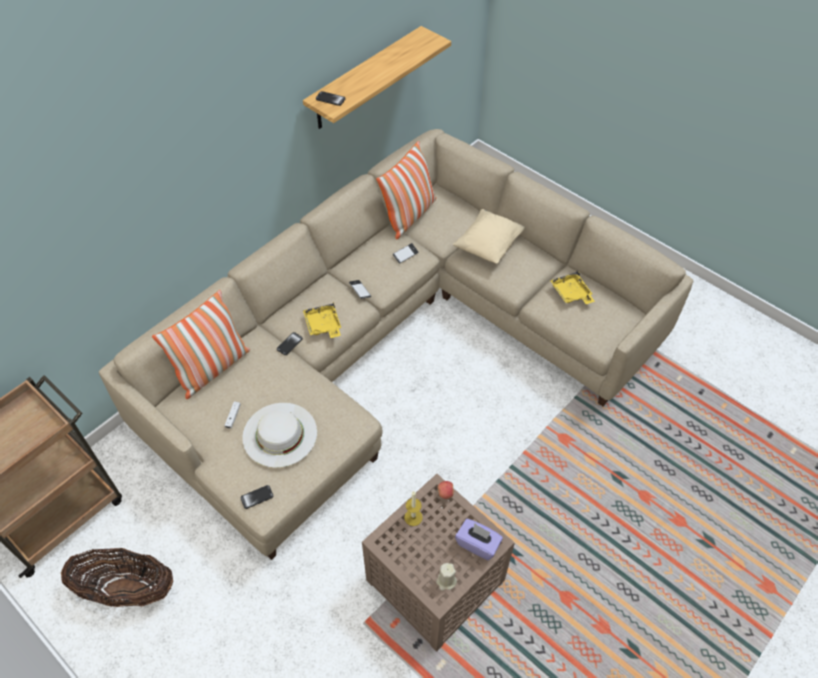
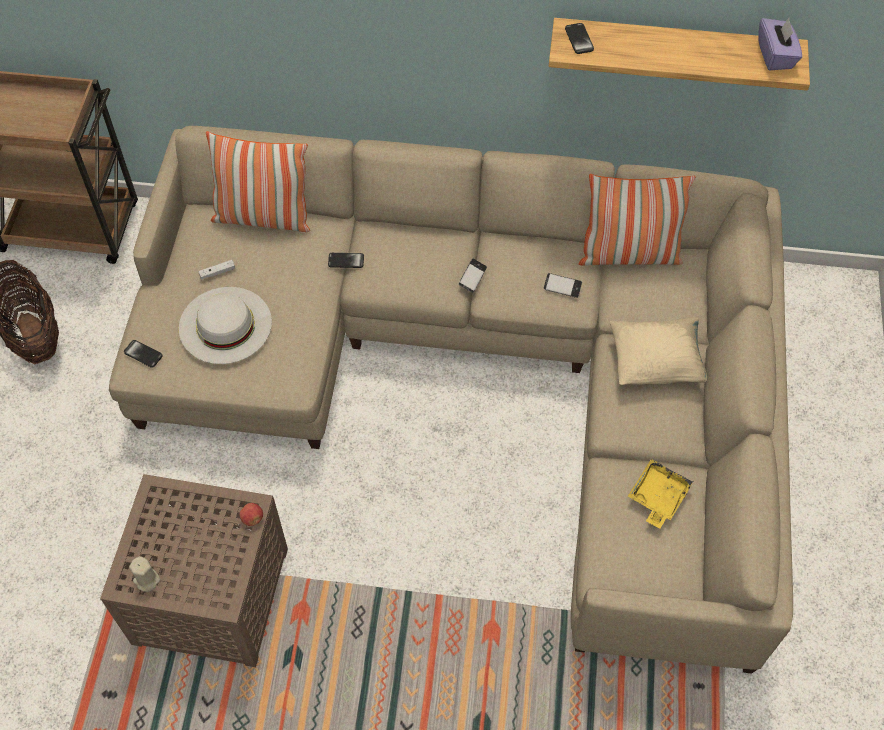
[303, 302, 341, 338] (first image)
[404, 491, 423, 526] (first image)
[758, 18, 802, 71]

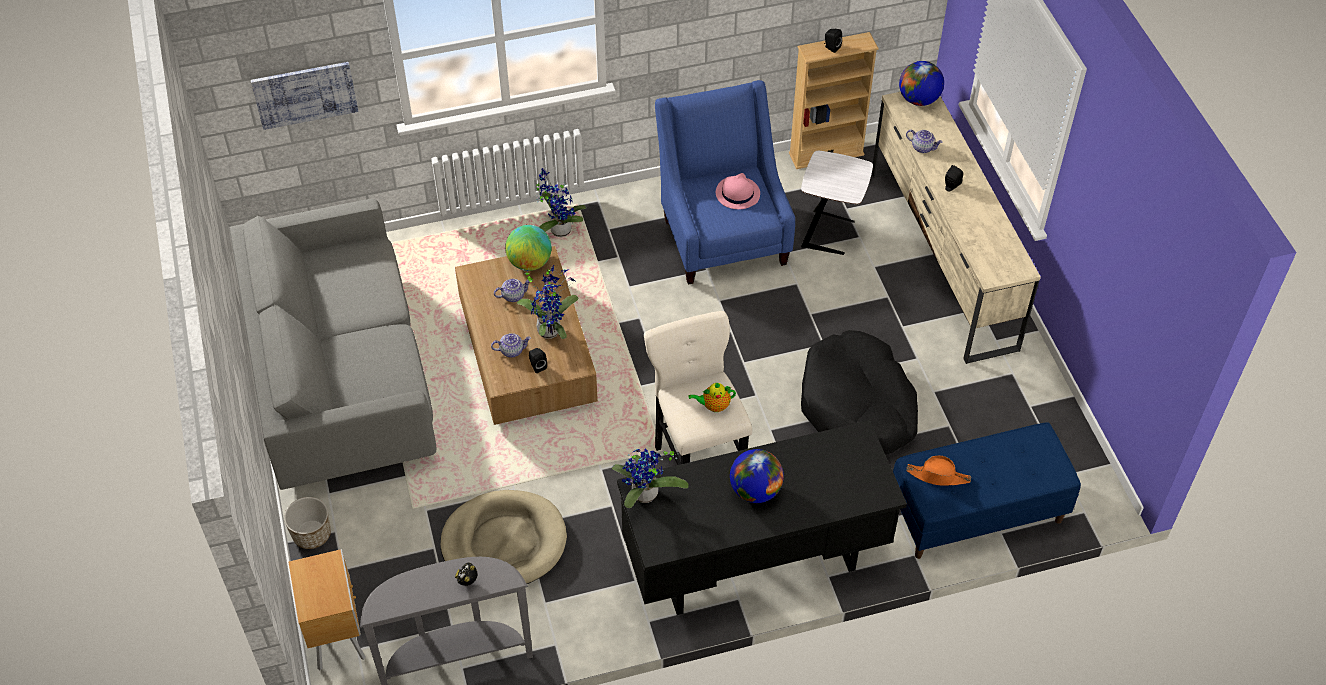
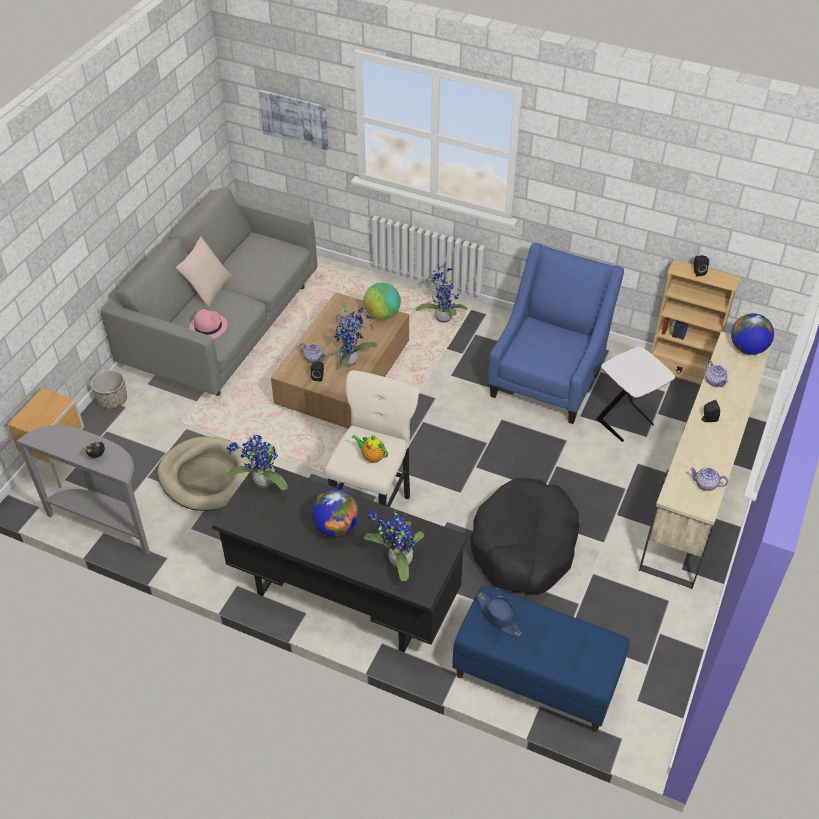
[189, 309, 228, 339]
[476, 592, 522, 637]
[176, 237, 232, 307]
[690, 467, 728, 491]
[364, 509, 424, 581]

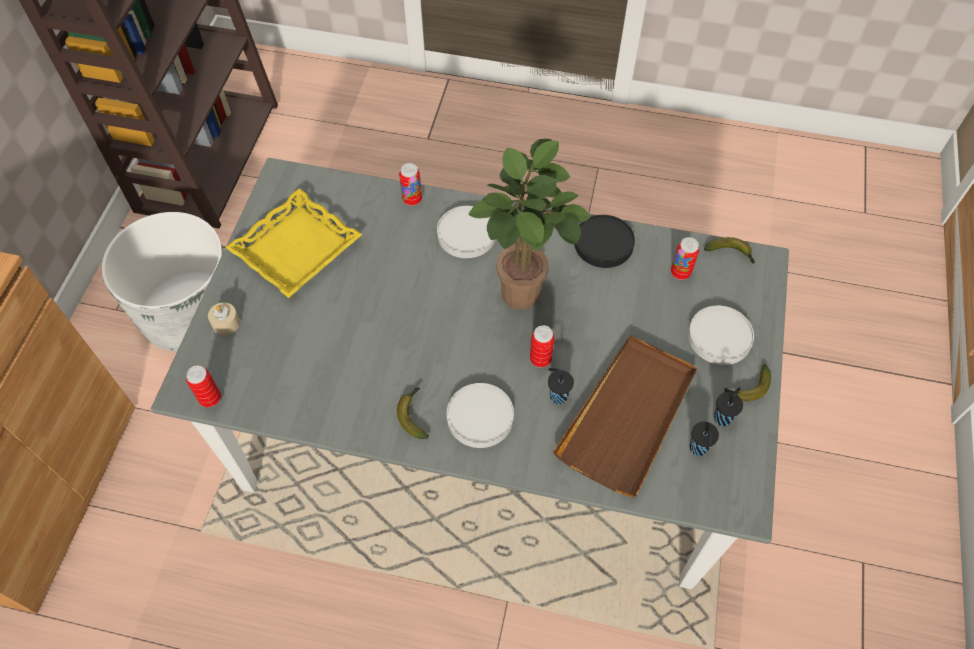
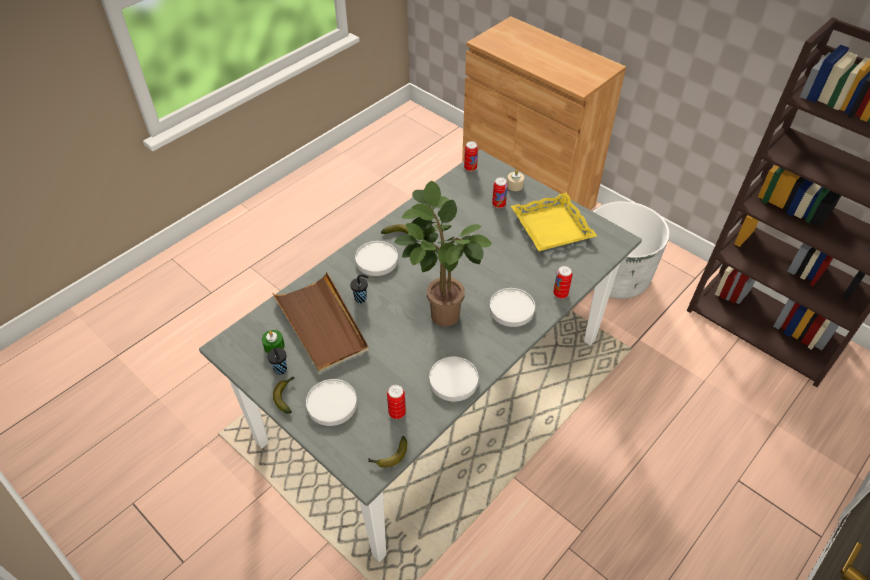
[429, 357, 478, 401]
[492, 177, 508, 208]
[262, 330, 285, 353]

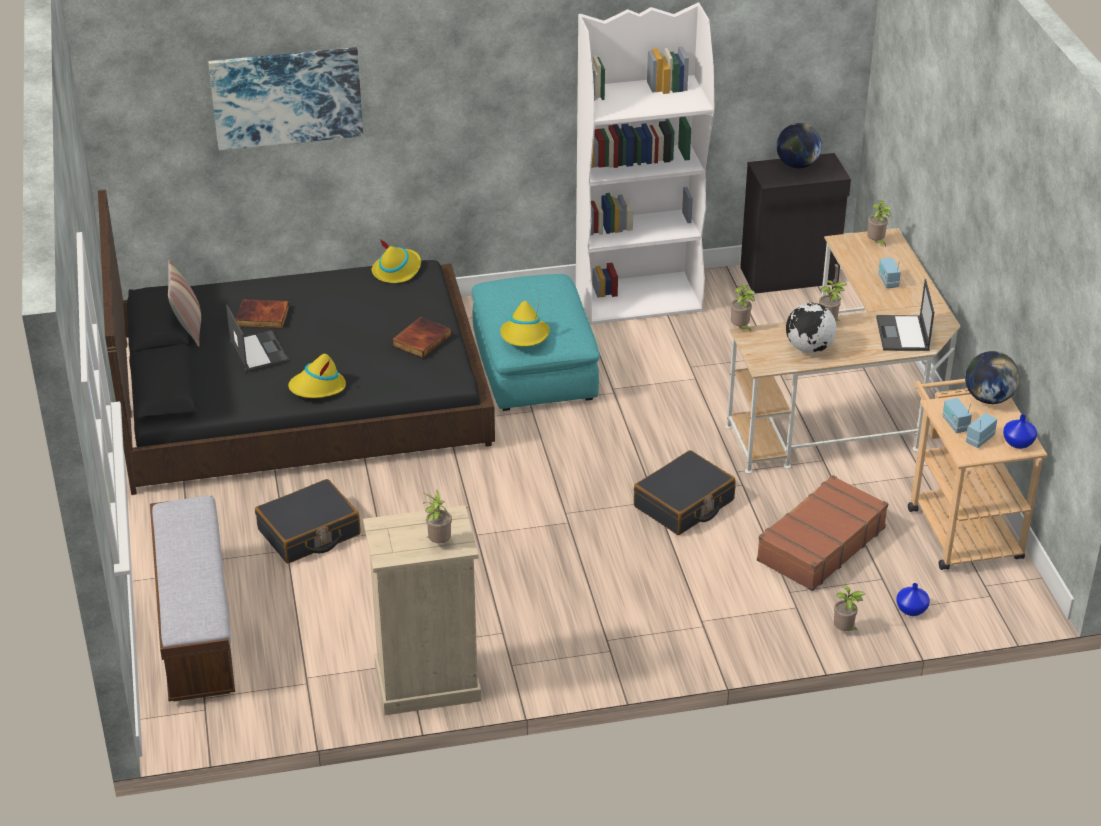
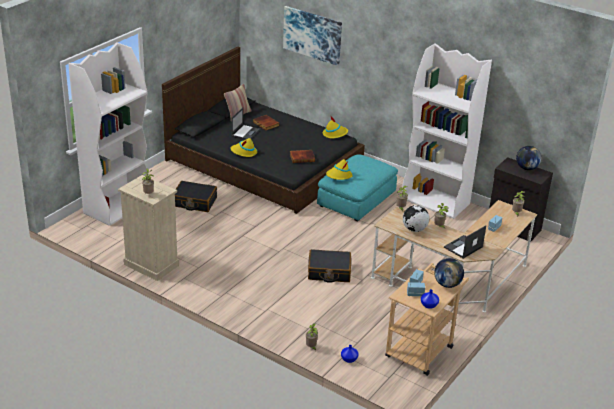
[757, 475, 888, 591] (first image)
[68, 42, 149, 226]

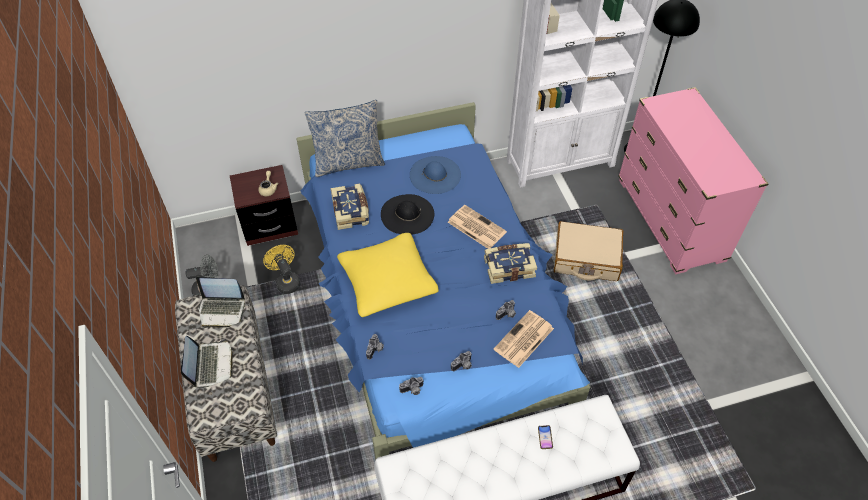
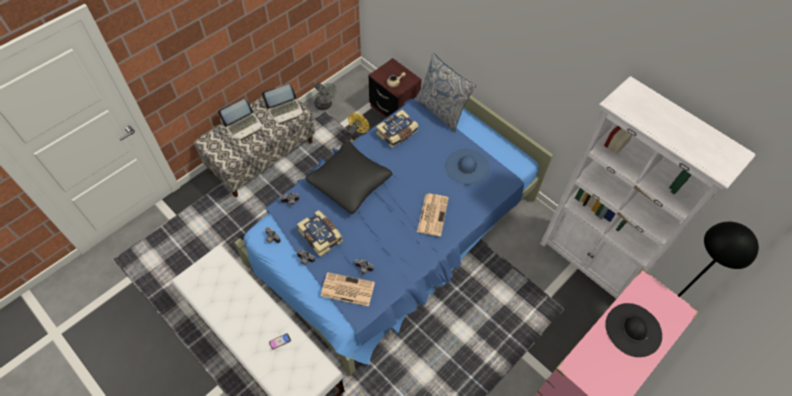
[605, 303, 662, 357]
[553, 221, 623, 281] (first image)
[305, 142, 392, 214]
[297, 210, 343, 257]
[262, 84, 305, 124]

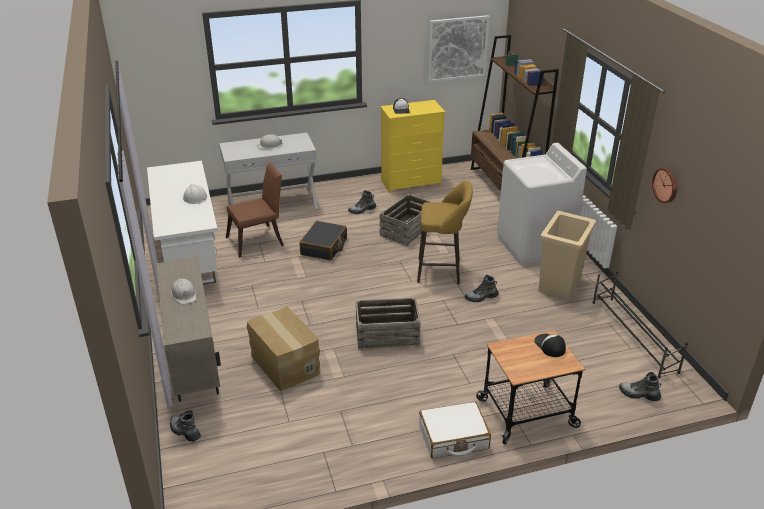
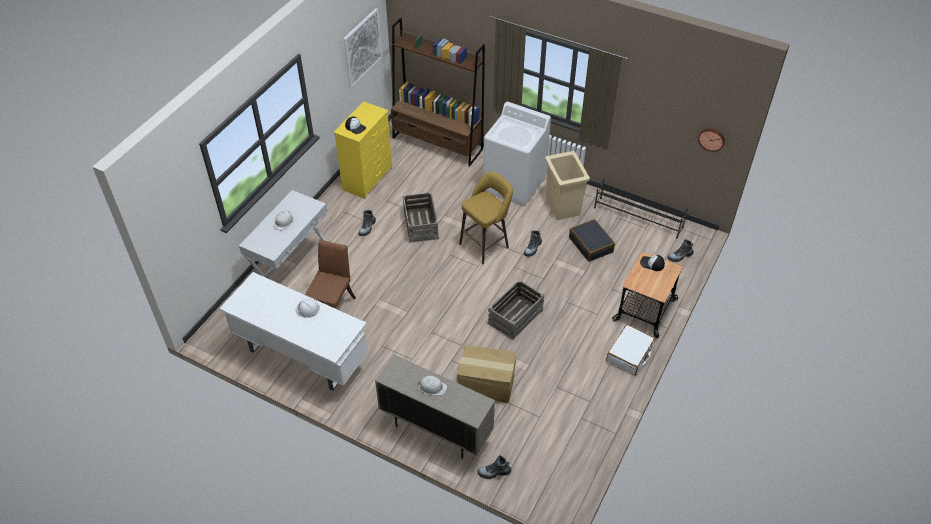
[698, 128, 725, 152]
[569, 219, 615, 262]

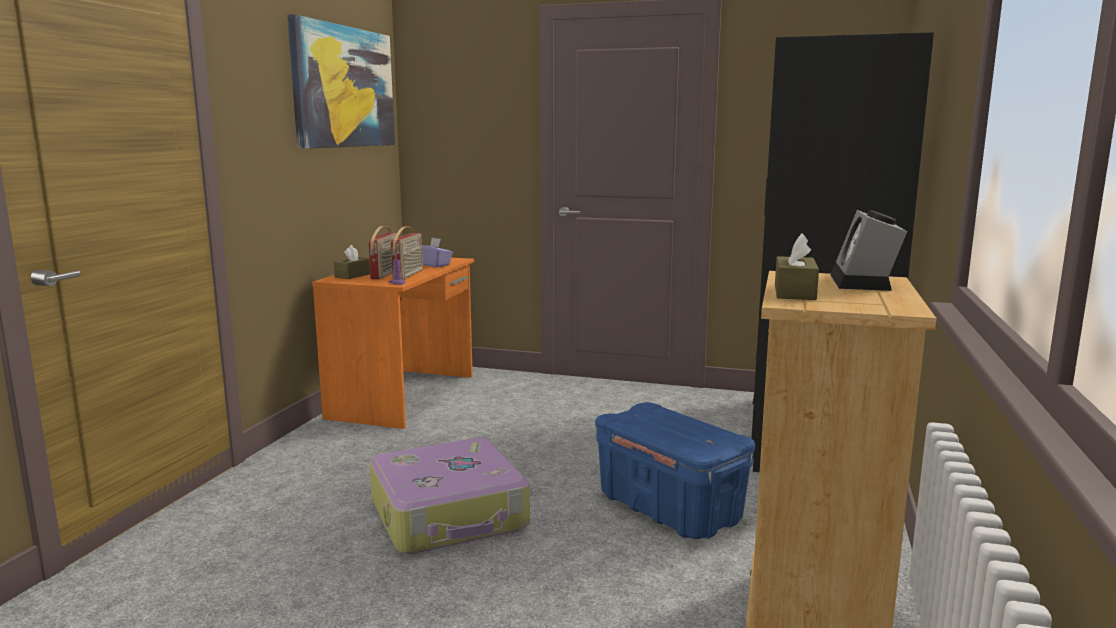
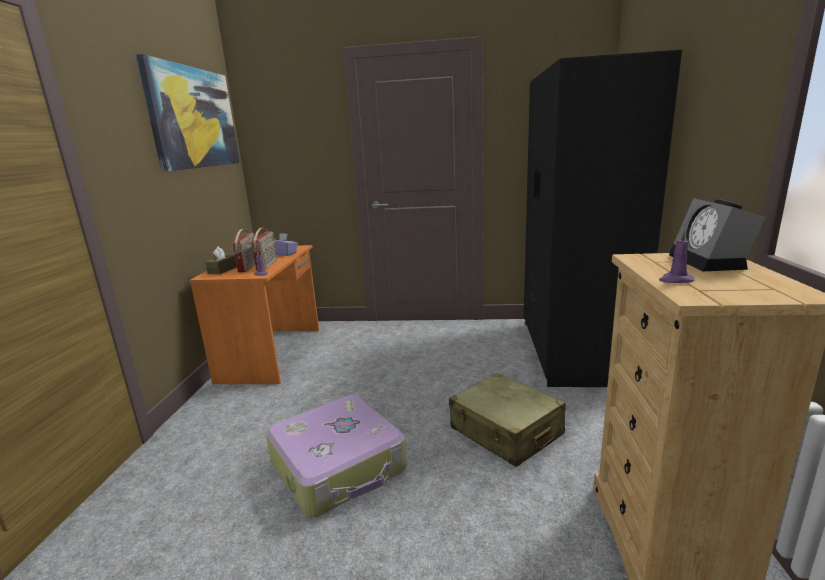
[659, 230, 694, 283]
[449, 373, 566, 467]

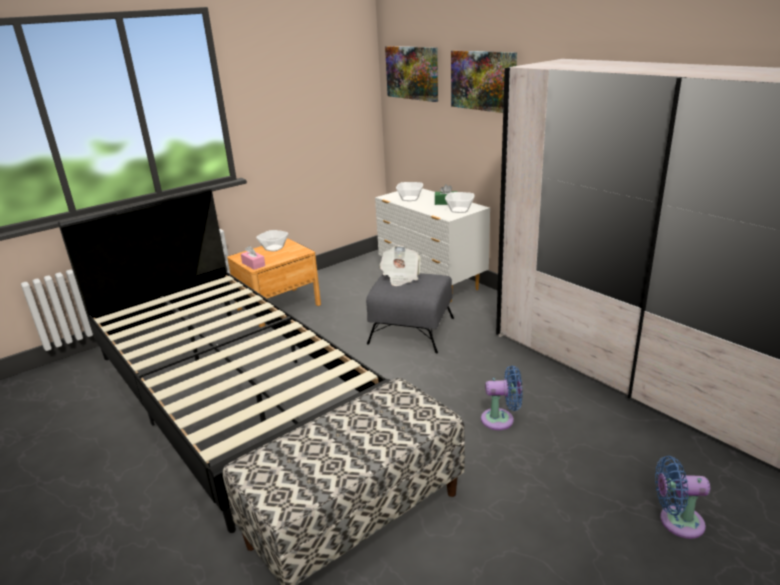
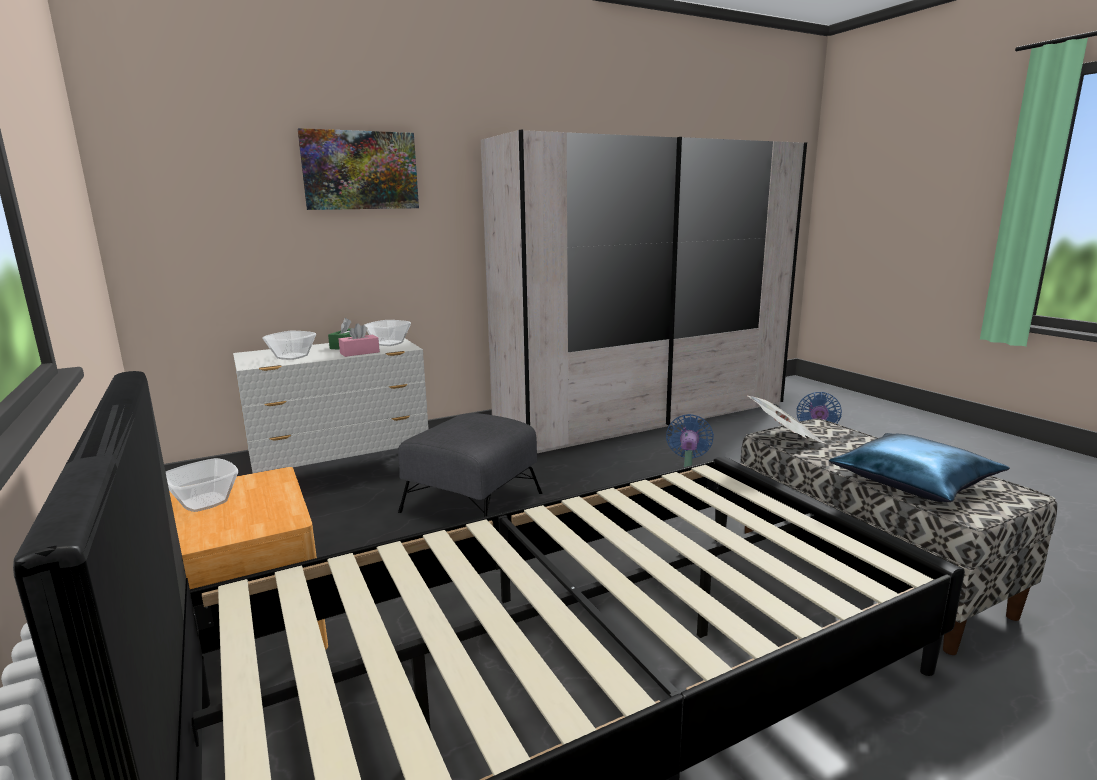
[385, 46, 438, 102] (first image)
[748, 396, 824, 443]
[339, 323, 380, 357]
[829, 433, 1010, 502]

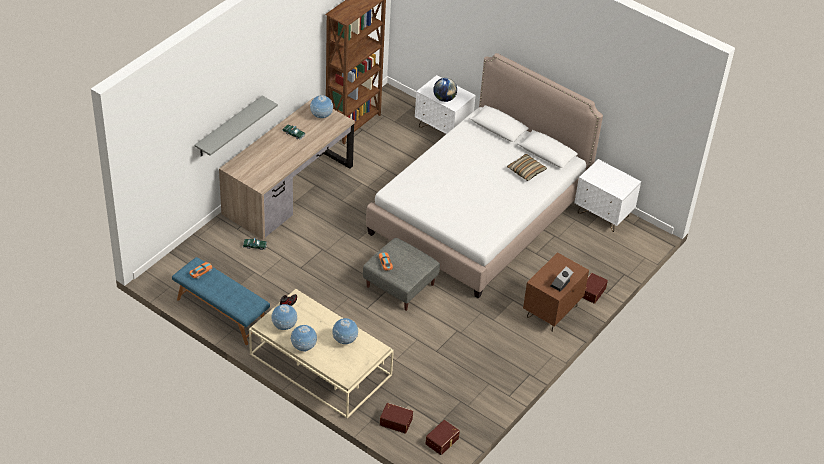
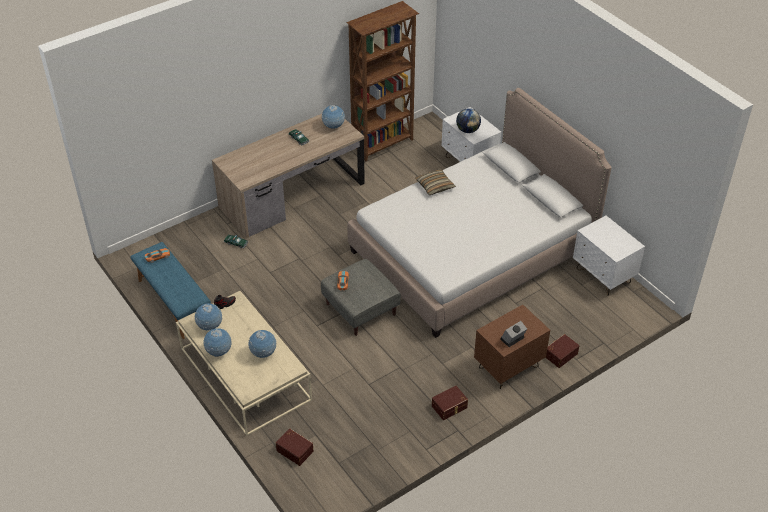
[194, 96, 278, 157] (first image)
[415, 169, 456, 195]
[432, 386, 468, 420]

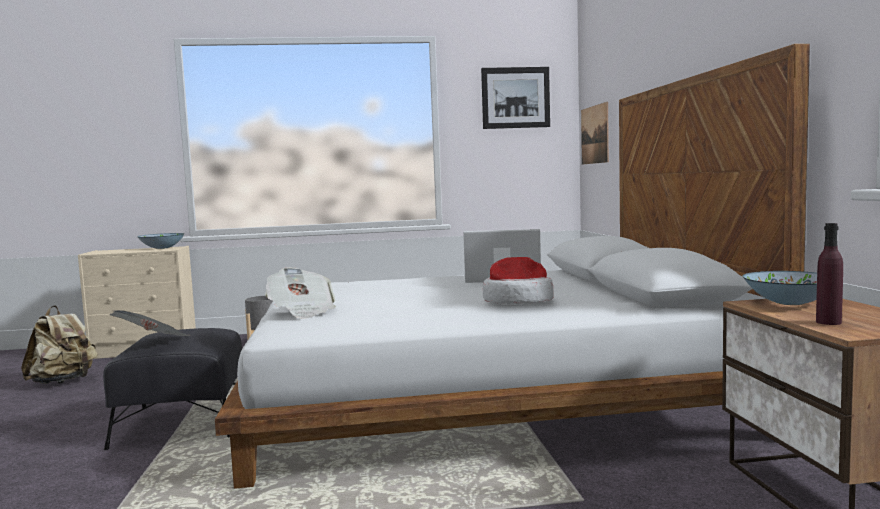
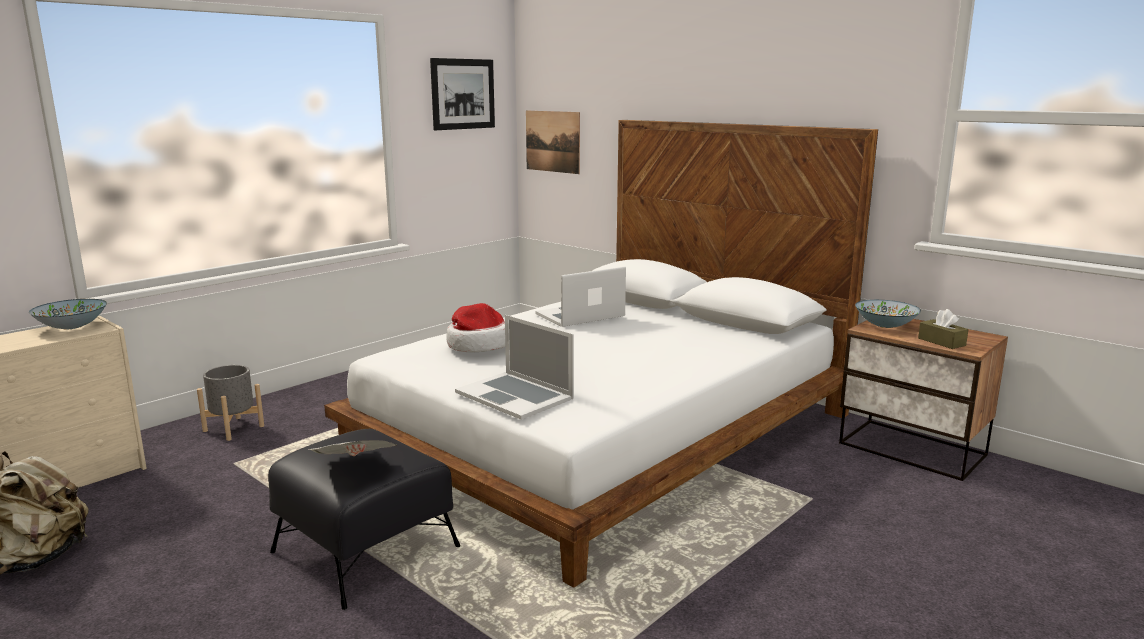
[918, 309, 969, 349]
[446, 303, 505, 352]
[455, 315, 574, 420]

